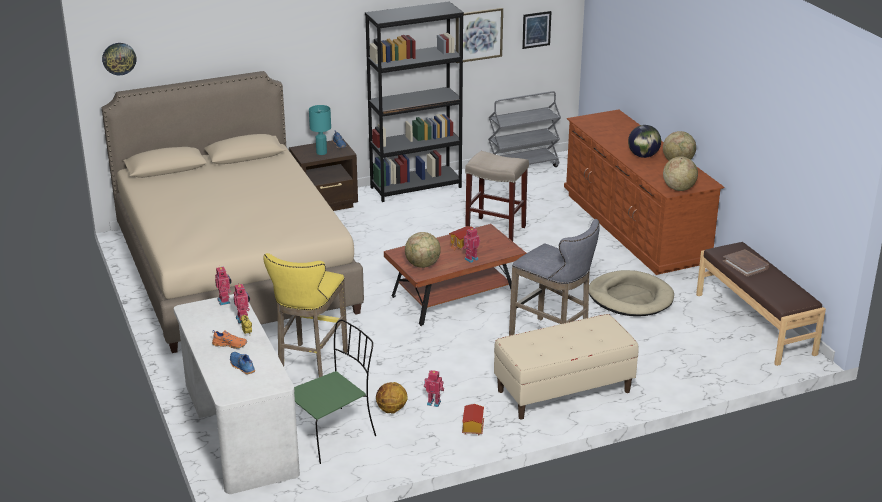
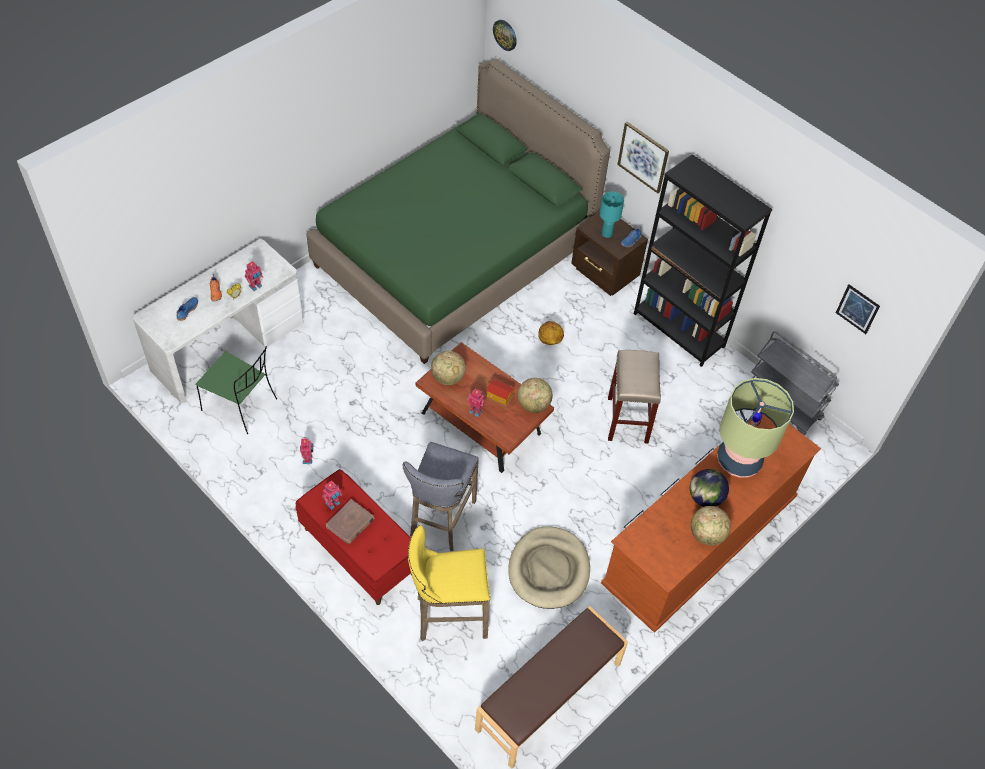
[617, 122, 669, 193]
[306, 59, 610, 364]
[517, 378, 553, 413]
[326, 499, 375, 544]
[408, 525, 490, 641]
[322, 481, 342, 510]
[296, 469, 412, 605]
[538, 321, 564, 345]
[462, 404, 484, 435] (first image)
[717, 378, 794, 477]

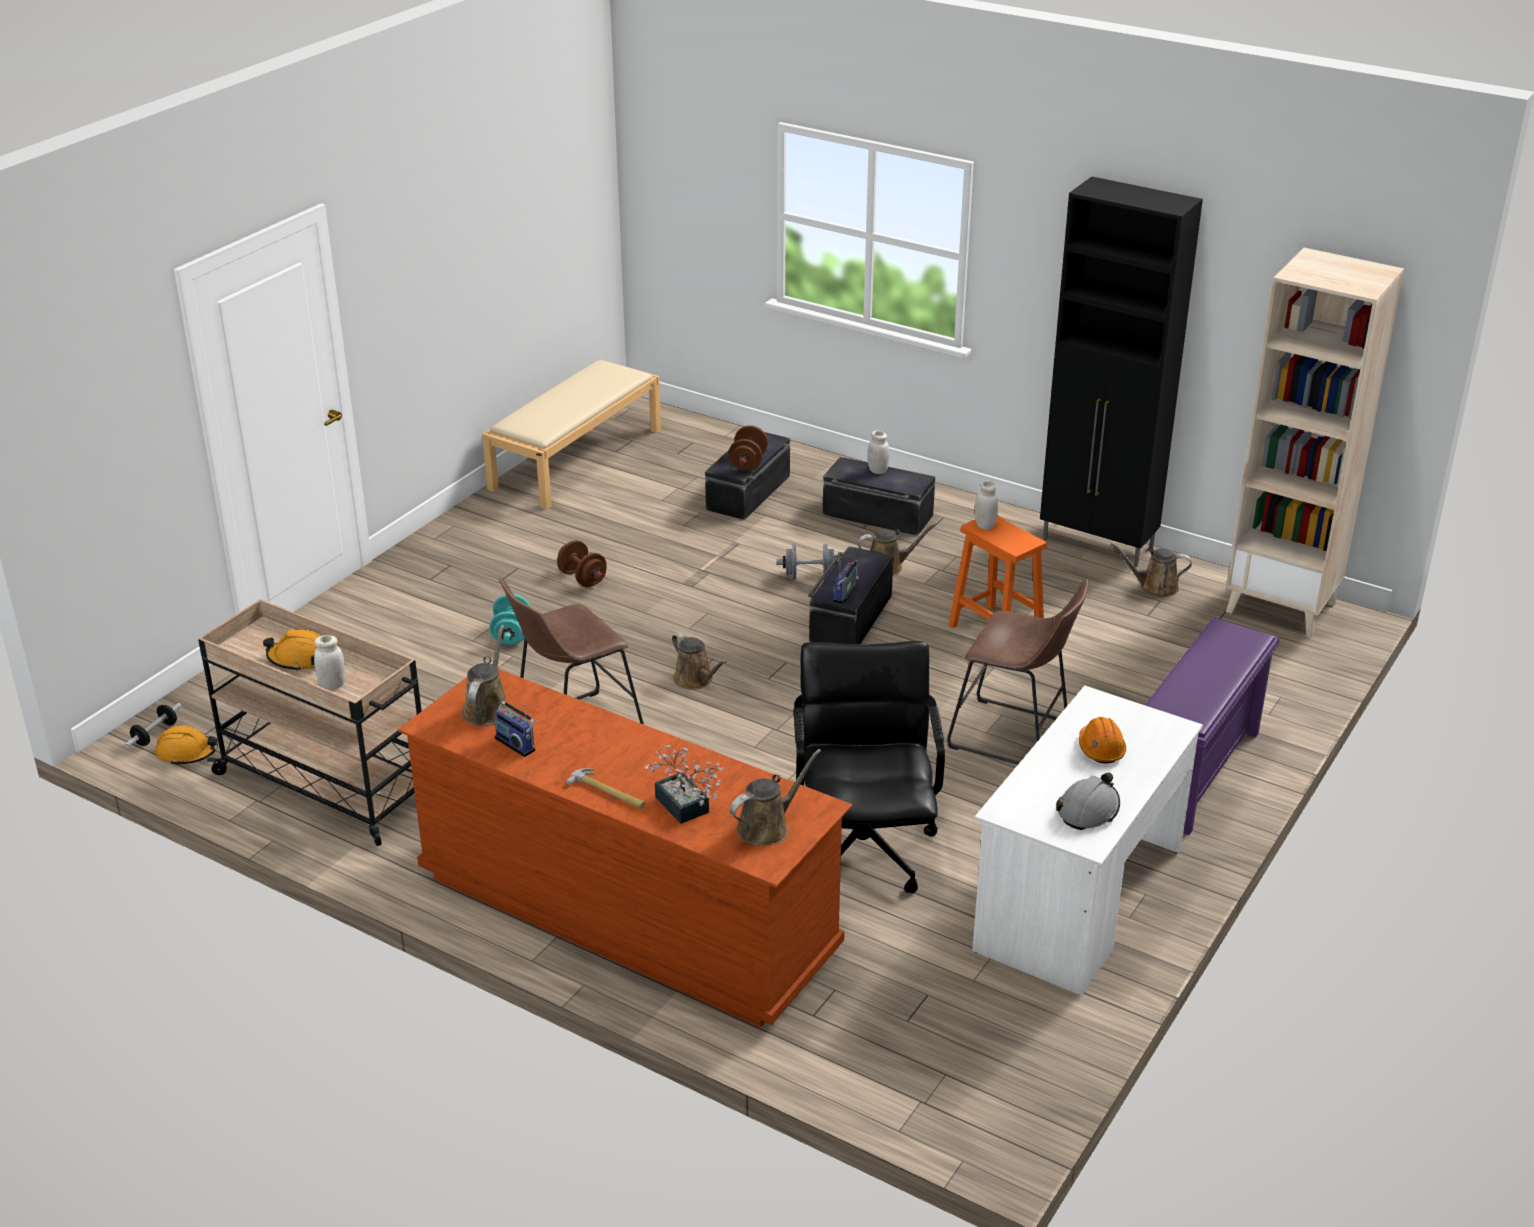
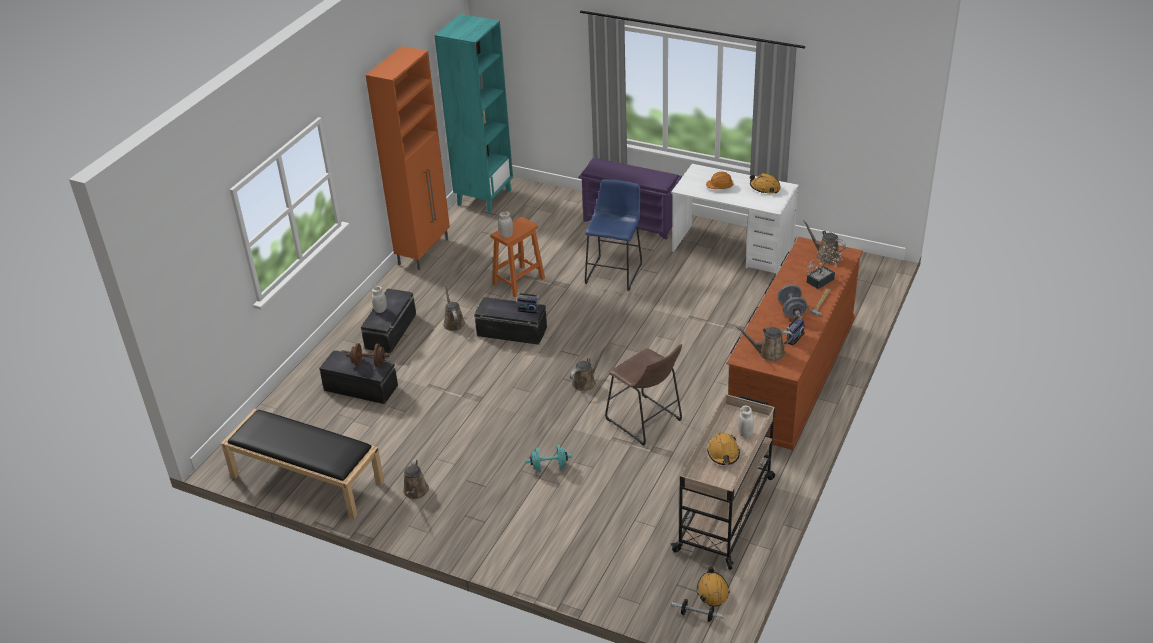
[366, 46, 450, 270]
[434, 14, 513, 213]
[221, 409, 384, 519]
[557, 540, 607, 587] (first image)
[403, 459, 429, 499]
[778, 284, 807, 318]
[585, 179, 642, 291]
[793, 641, 945, 893] (first image)
[750, 173, 781, 193]

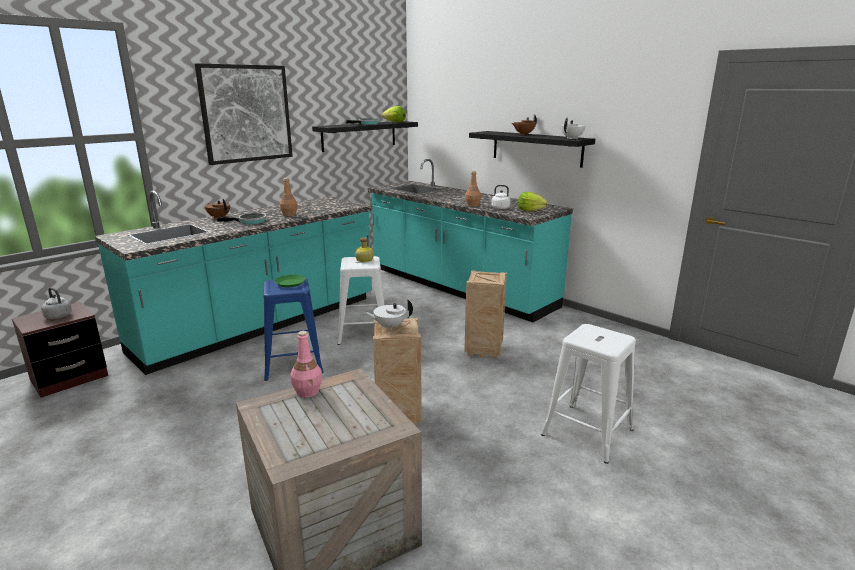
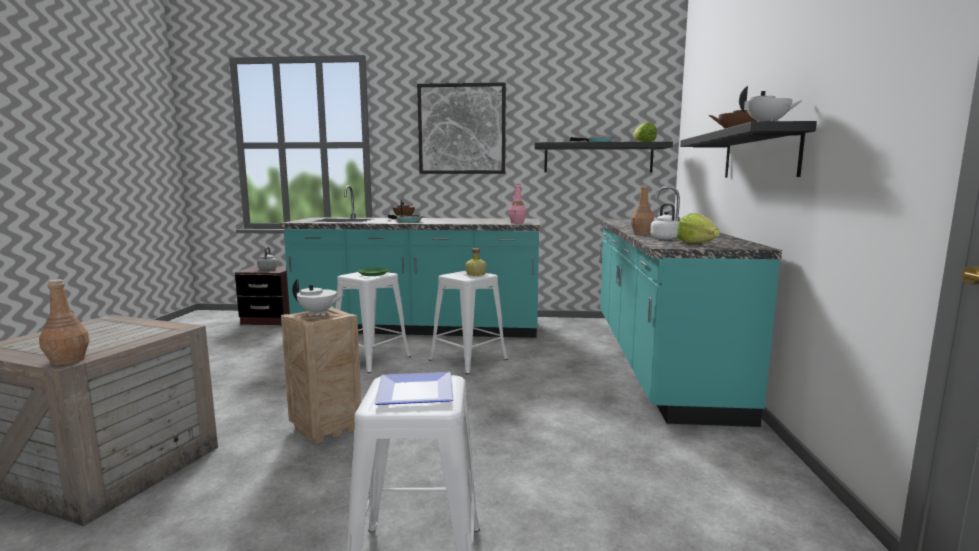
[39, 279, 90, 365]
[464, 270, 507, 359] (first image)
[335, 272, 411, 374]
[292, 279, 344, 316]
[509, 184, 527, 223]
[374, 372, 454, 405]

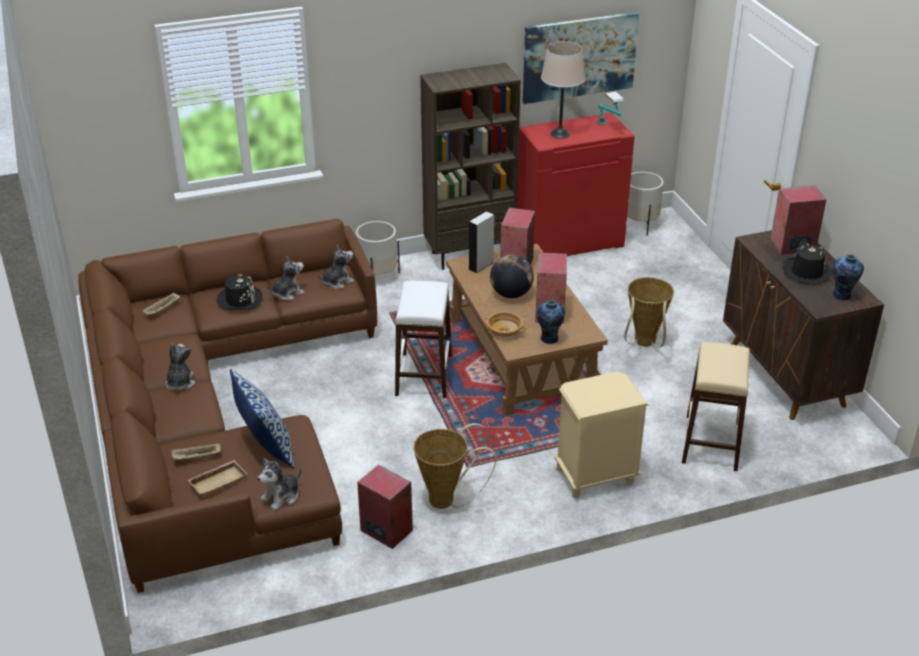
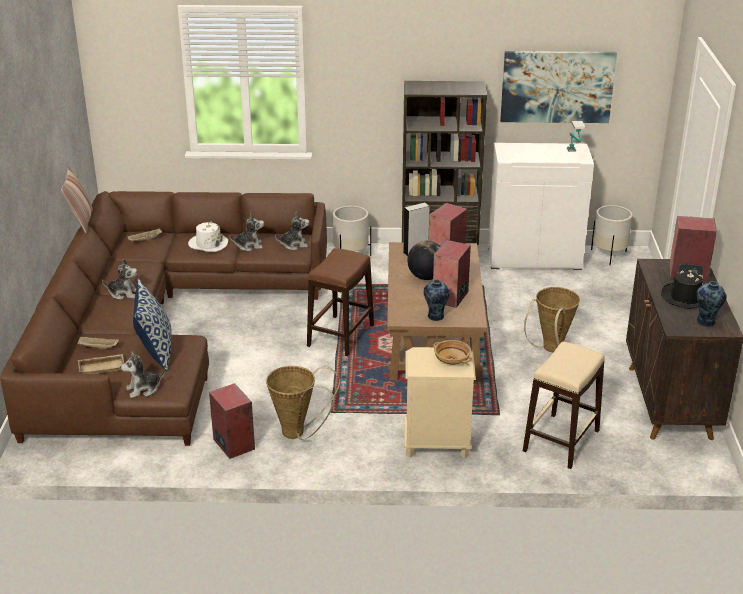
[541, 41, 585, 139] (first image)
[488, 143, 594, 270]
[188, 222, 228, 252]
[307, 248, 374, 356]
[433, 340, 472, 365]
[102, 259, 138, 299]
[61, 167, 93, 233]

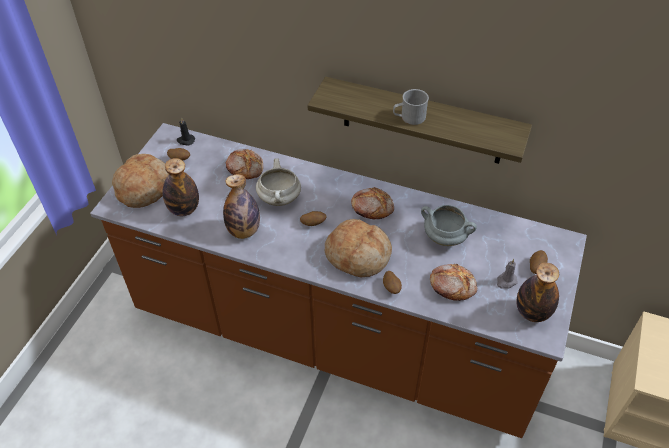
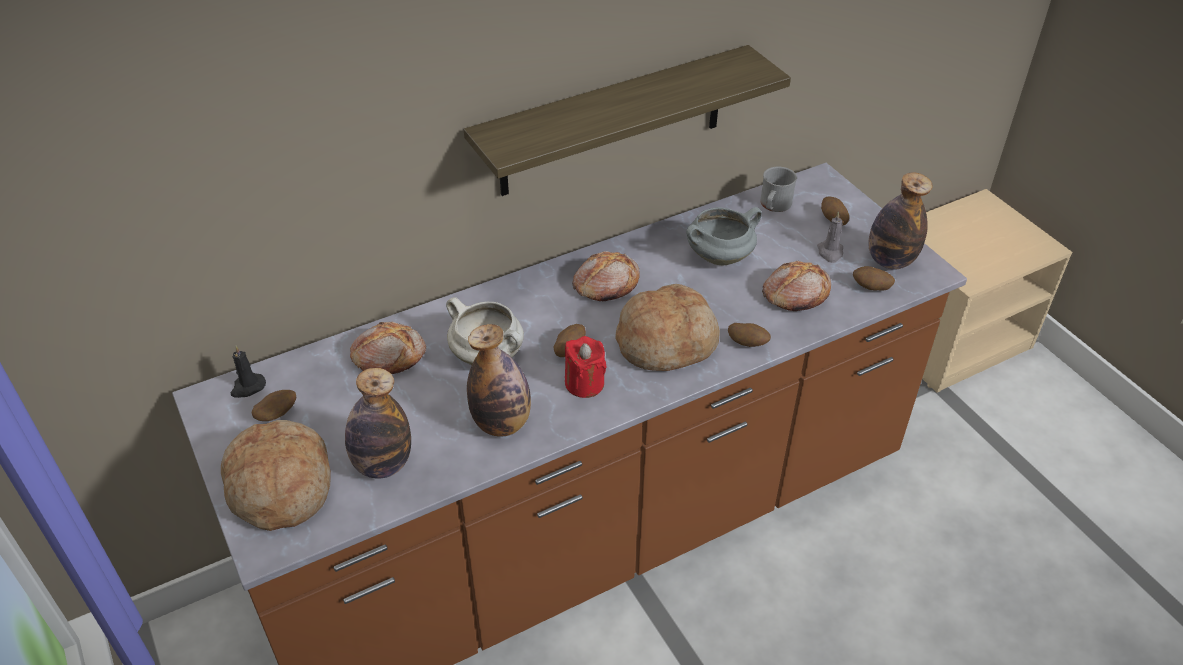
[760, 167, 797, 212]
[853, 266, 895, 290]
[565, 336, 606, 398]

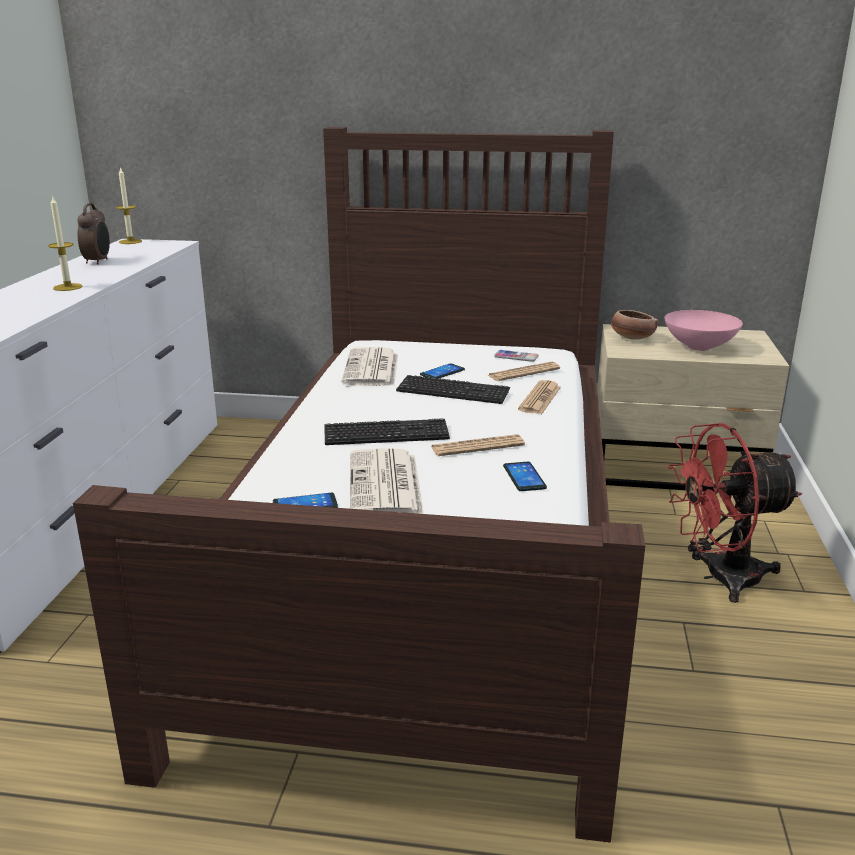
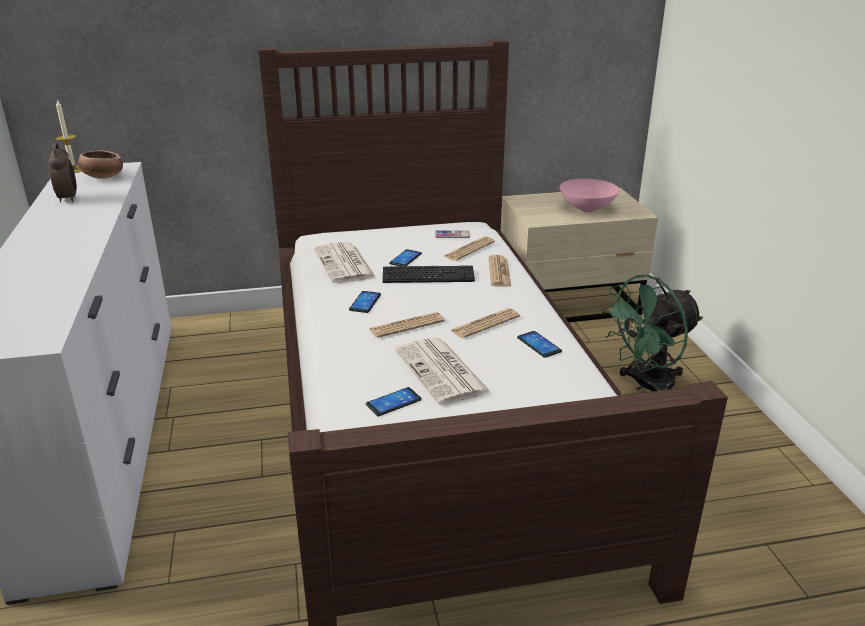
[48, 195, 83, 291] (first image)
[78, 151, 123, 179]
[370, 312, 445, 338]
[601, 274, 703, 391]
[349, 291, 381, 313]

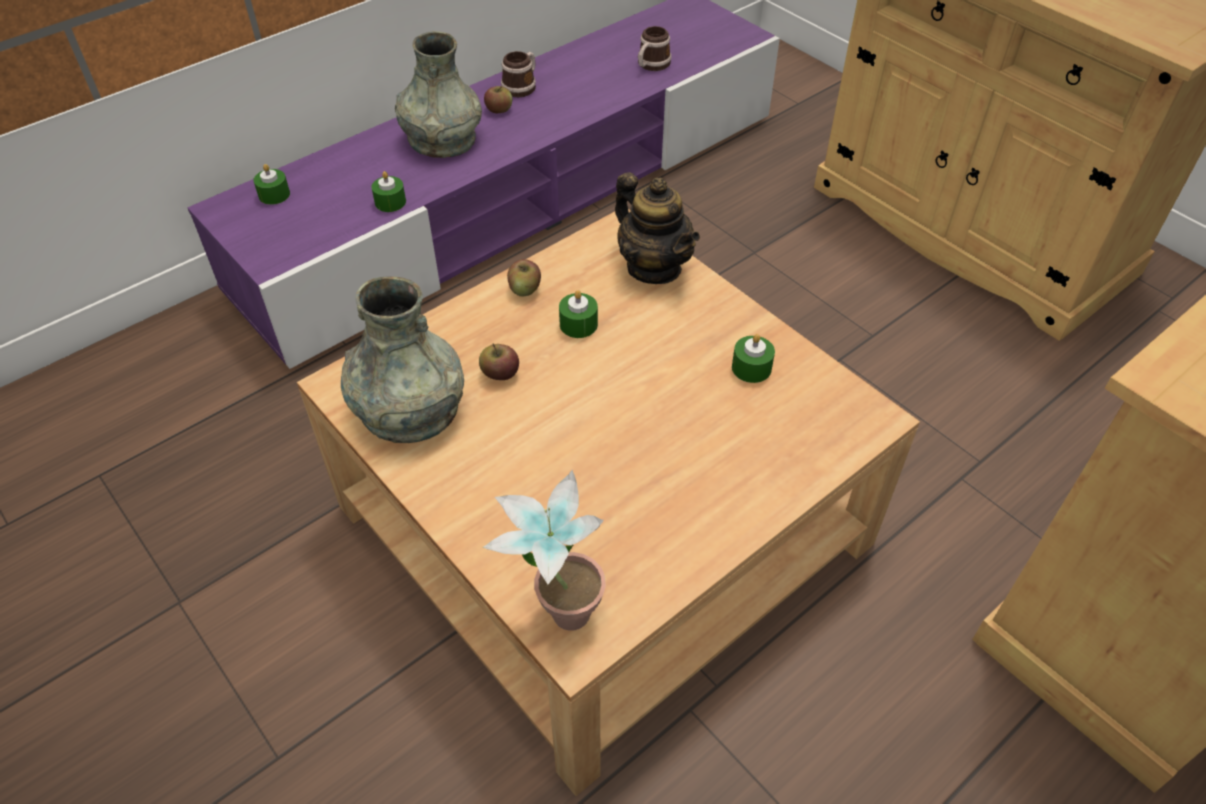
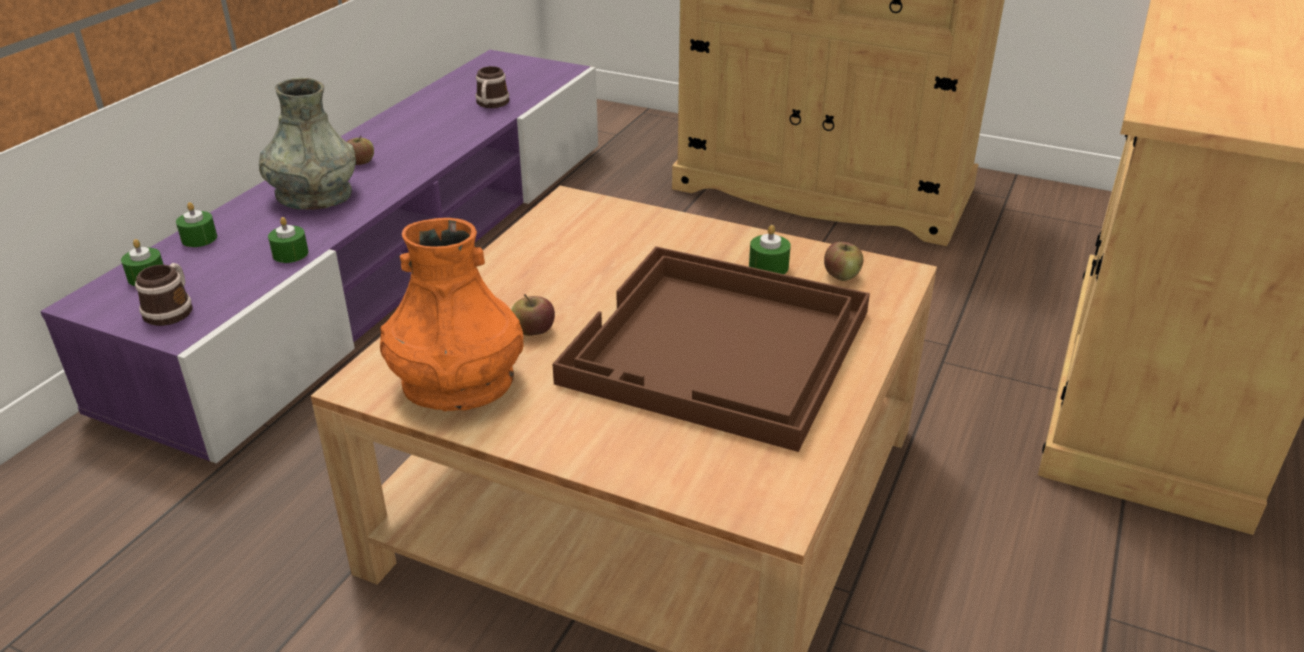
[135, 263, 192, 326]
[615, 172, 700, 284] (first image)
[824, 242, 863, 281]
[380, 218, 523, 411]
[176, 202, 217, 247]
[483, 470, 606, 631] (first image)
[553, 246, 870, 452]

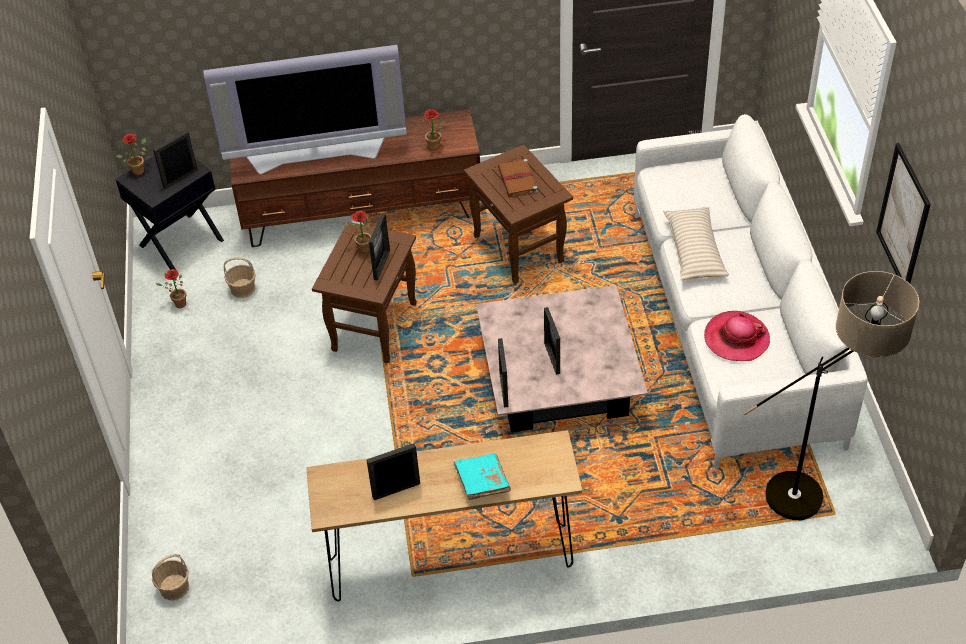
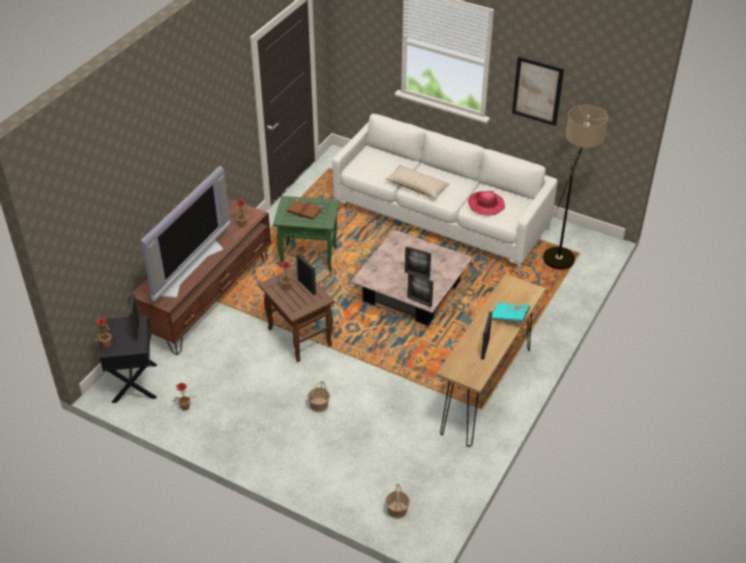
[273, 196, 340, 272]
[307, 381, 330, 413]

